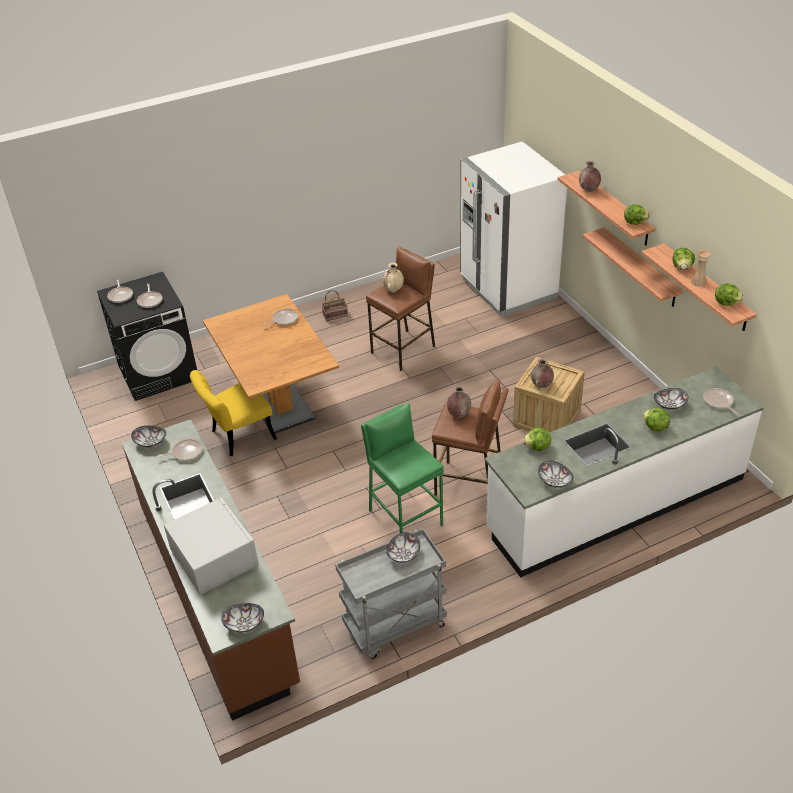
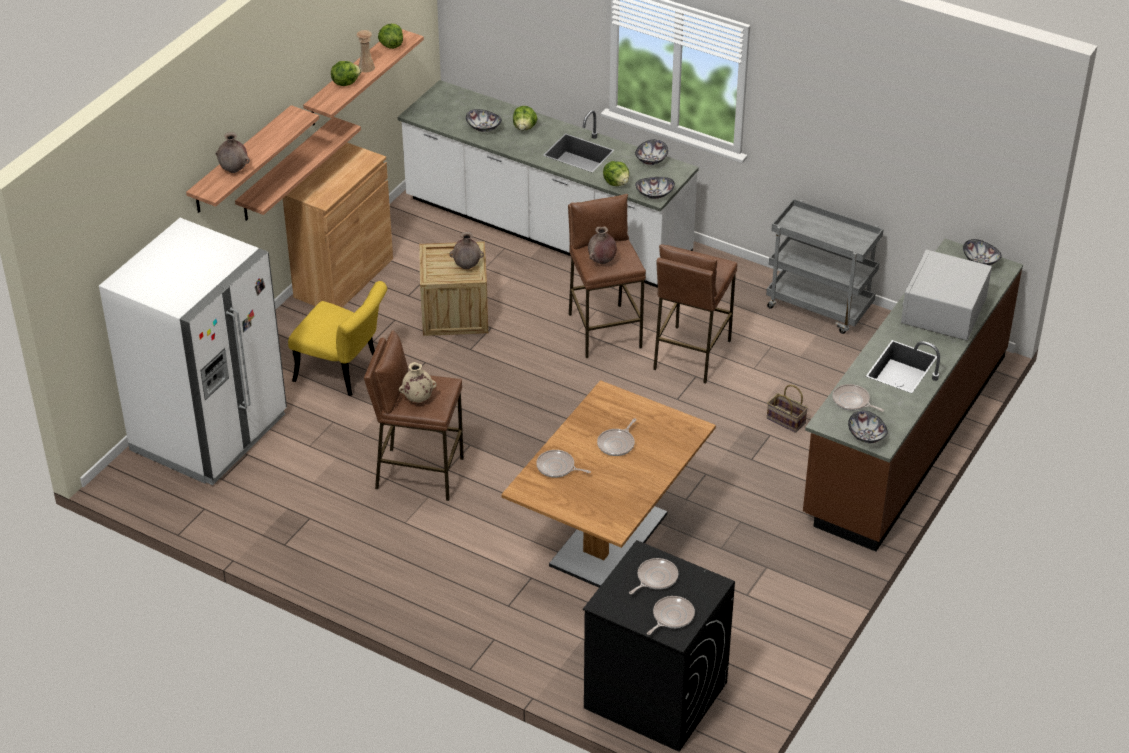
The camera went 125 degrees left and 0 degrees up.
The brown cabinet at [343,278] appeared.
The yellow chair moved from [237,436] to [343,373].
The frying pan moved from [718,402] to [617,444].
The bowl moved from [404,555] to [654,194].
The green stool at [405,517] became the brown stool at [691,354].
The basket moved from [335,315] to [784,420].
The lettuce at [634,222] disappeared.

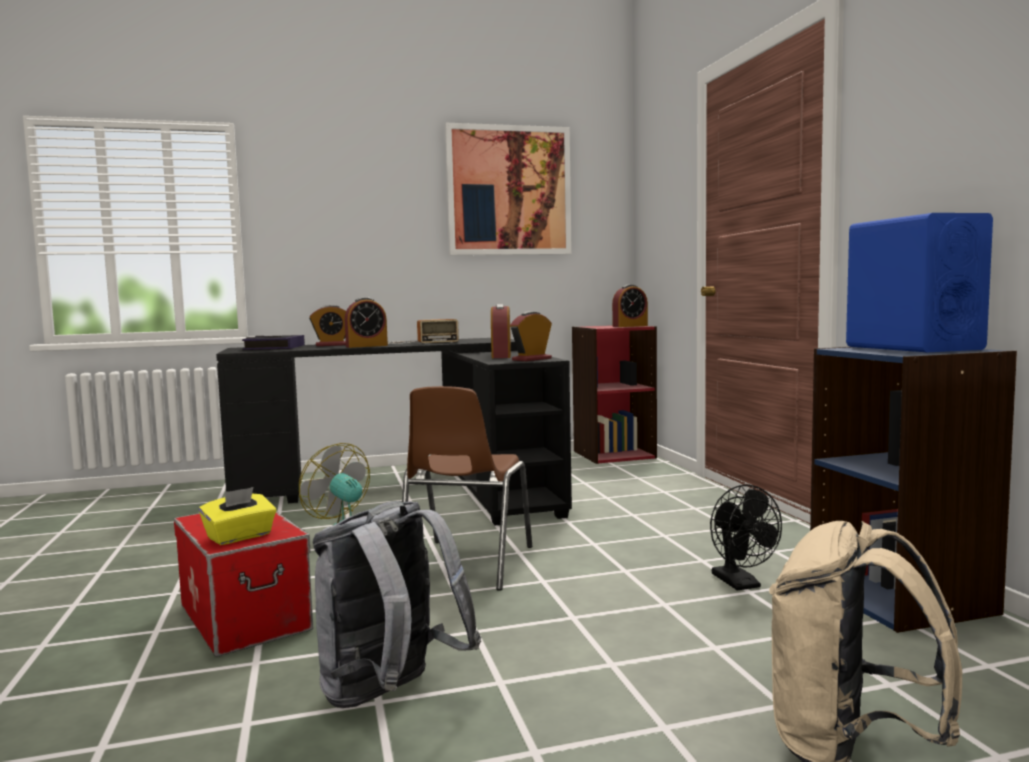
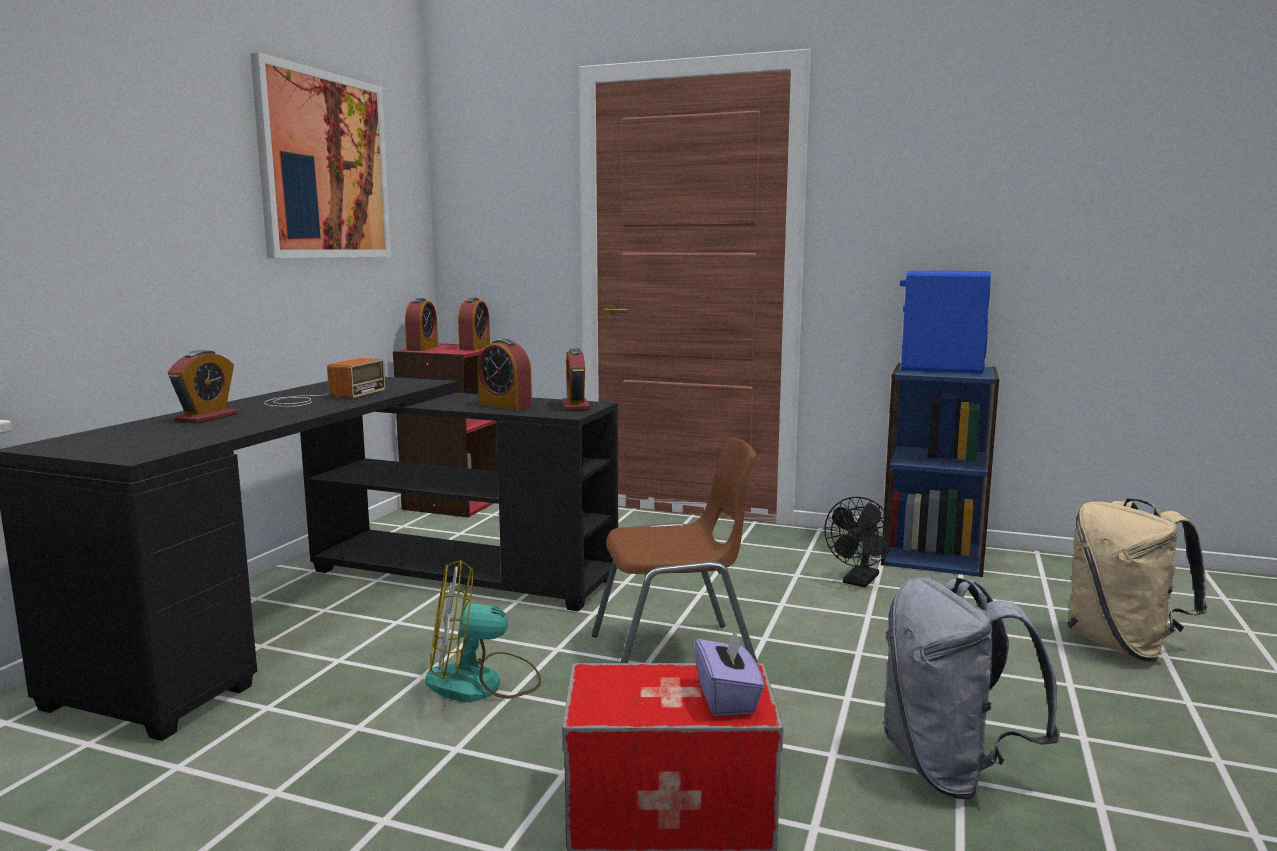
The camera went 55 degrees left and 5 degrees up.
The alarm clock moved from [366,346] to [422,348].
The brown chair at [465,565] turned 60 degrees counterclockwise.
The yellow tissue box at [240,537] became the purple tissue box at [727,698].
The black fan at [741,584] turned 105 degrees clockwise.
The book at [274,348] disappeared.

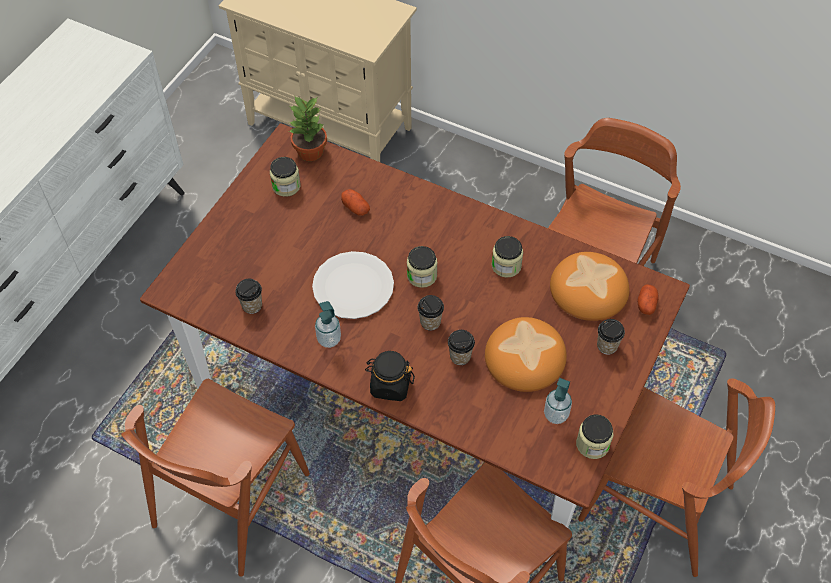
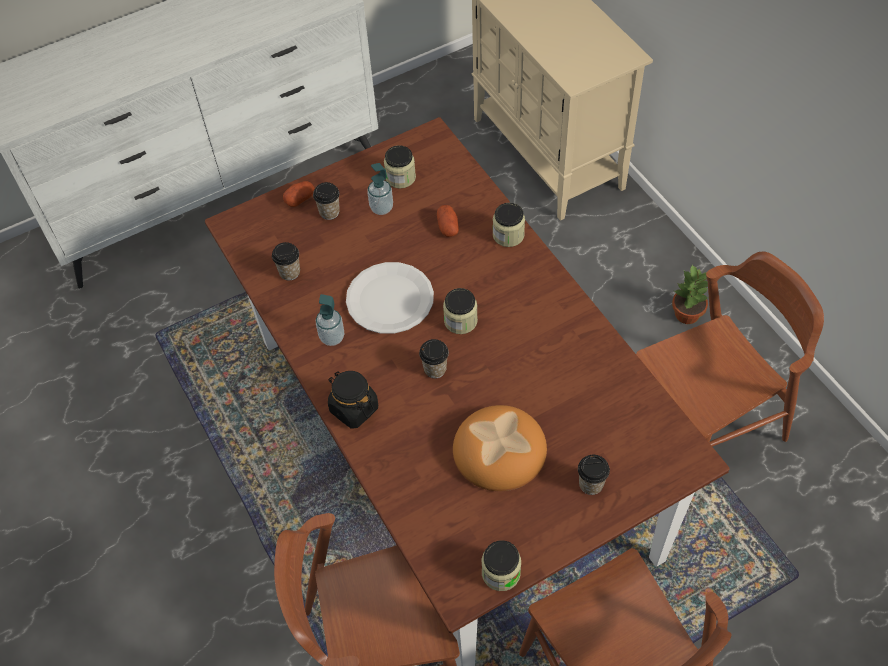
The camera went 35 degrees right and 0 degrees up.
The potato moved from [646,304] to [300,199].
The cup moved from [460,356] to [329,212].
The soap dispenser moved from [556,415] to [381,208].
The jar moved from [506,265] to [508,235].
The potted plant moved from [311,152] to [687,315].
The brown chair at [230,499] disappeared.
The bread at [589,289] disappeared.

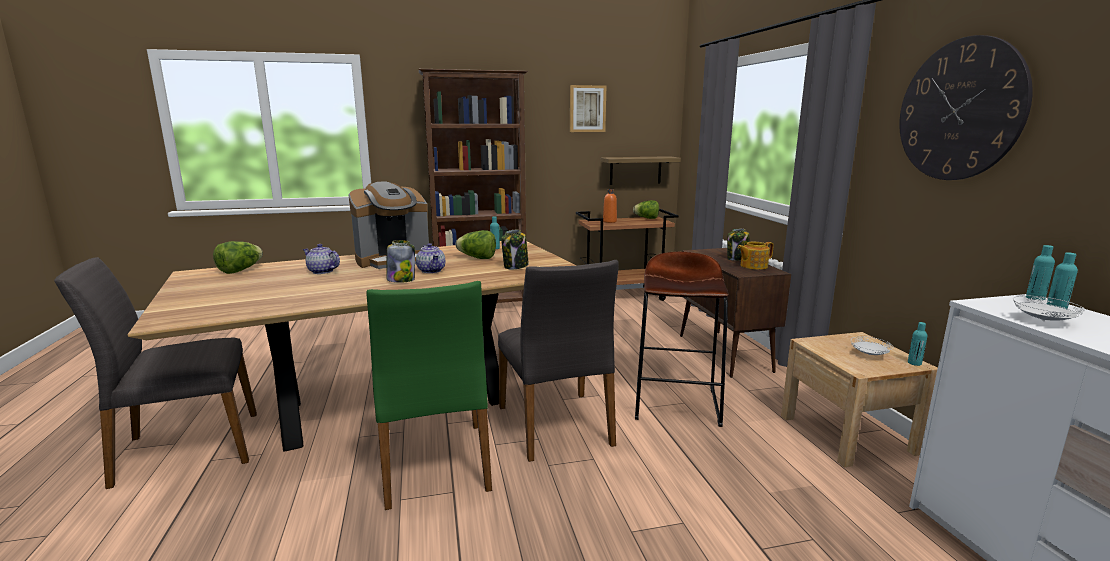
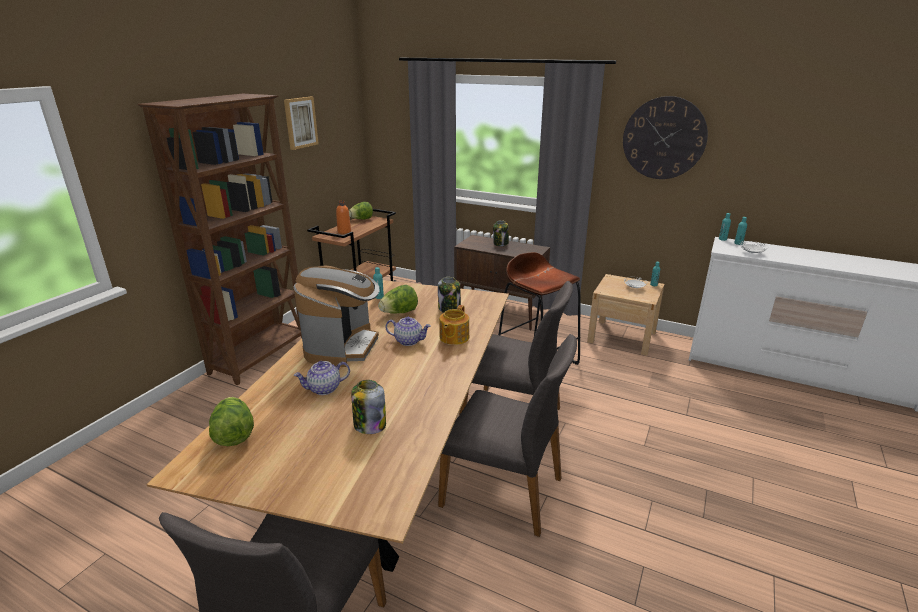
The camera went 50 degrees left and 10 degrees up.
The jar moved from [401,280] to [369,425].
The green chair at [434,464] became the grey chair at [504,490].
The teapot moved from [753,266] to [453,337].
The shelf at [635,170] disappeared.

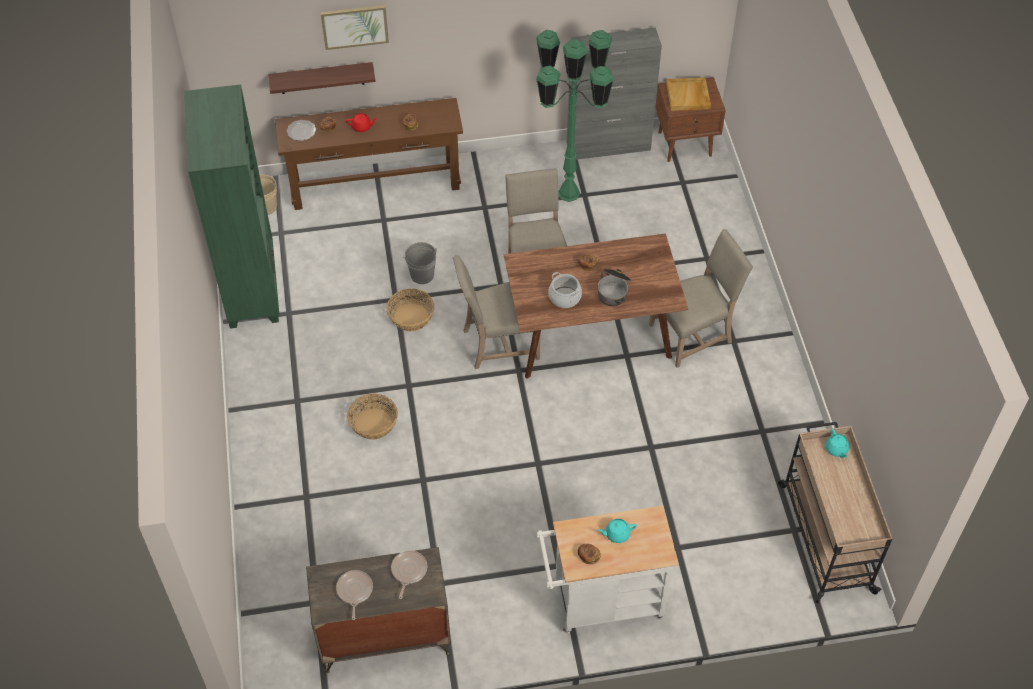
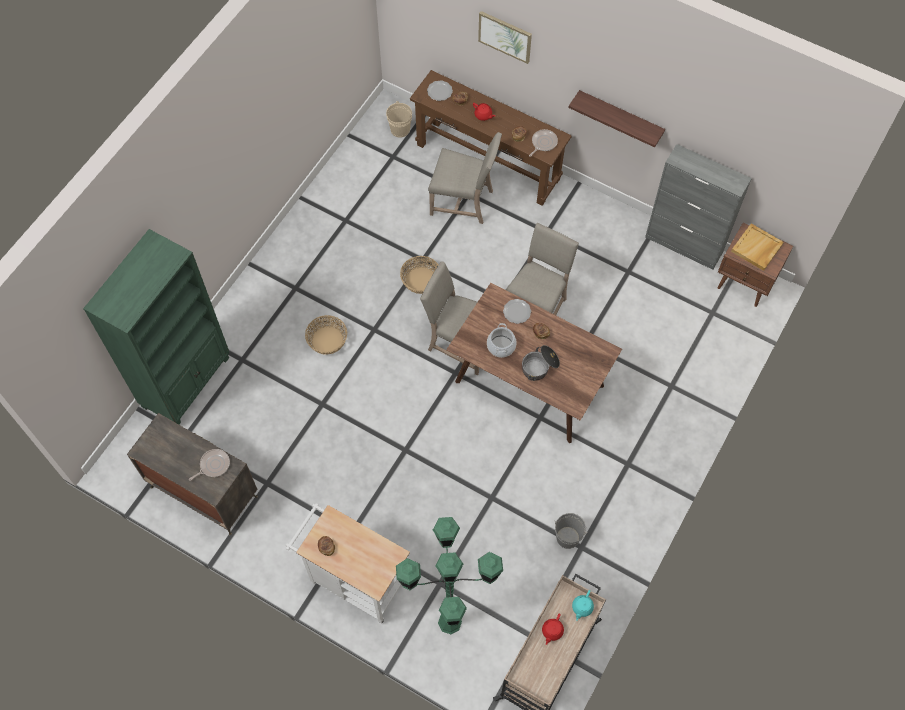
The camera went 40 degrees right and 10 degrees up.
The green bookcase moved from [252,286] to [187,382].
The green floor lamp moved from [569,193] to [450,622].
The beige chair moved from [693,334] to [464,201].
The plate at [516,311] appeared.
The frying pan moved from [354,591] to [543,143].
The red teapot at [552,631] appeared.
The grey bucket moved from [422,275] to [567,537].
The shelf moved from [322,78] to [620,117].
The turquoise teapot at [616,534] disappeared.

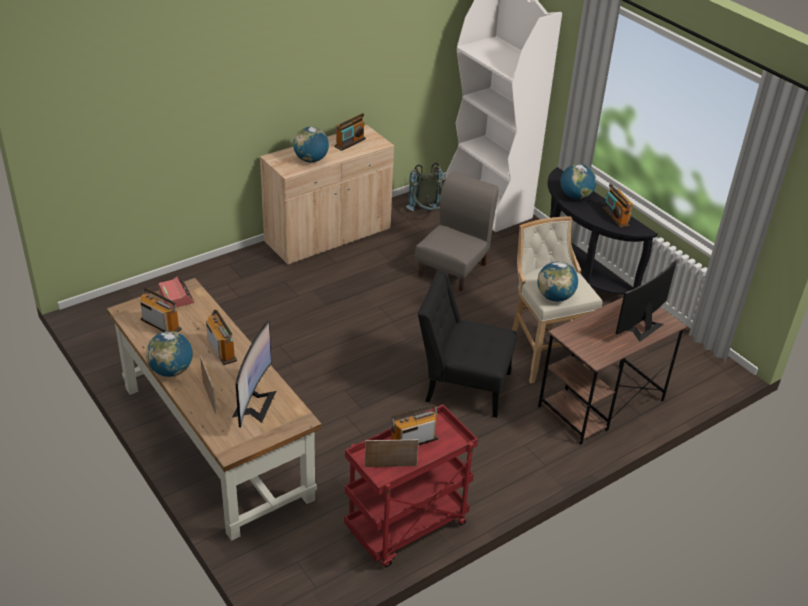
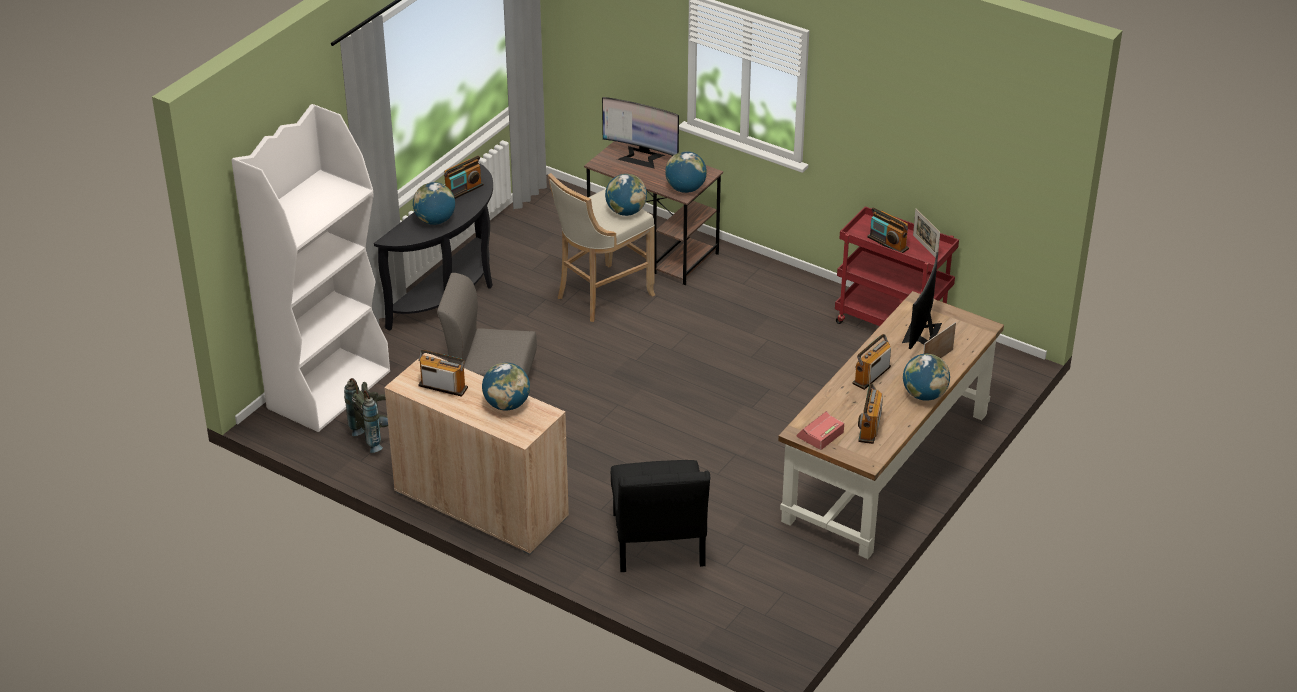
The camera went 110 degrees left and 0 degrees up.
The black chair moved from [462,385] to [658,545].
The globe at [685,189] appeared.
The monitor at [254,403] turned 60 degrees counterclockwise.

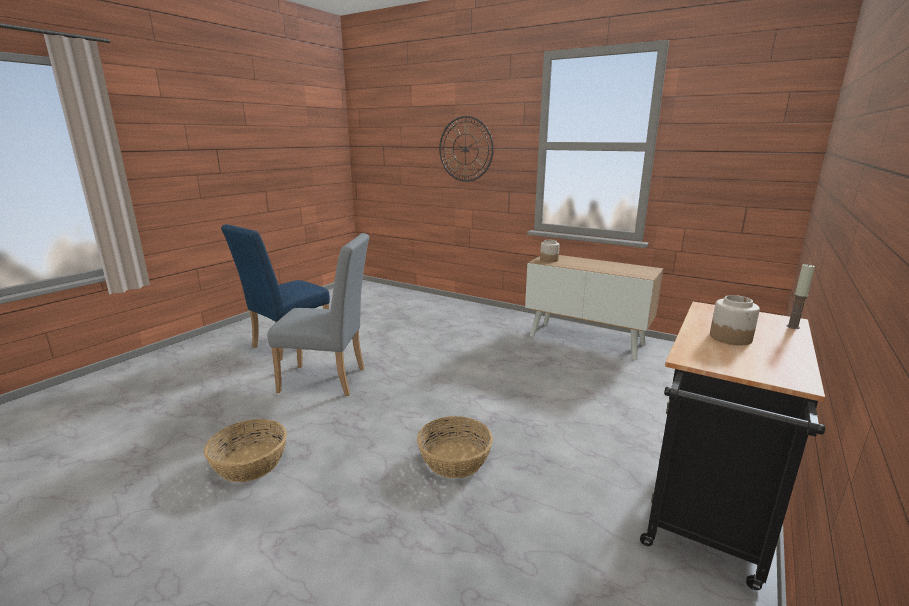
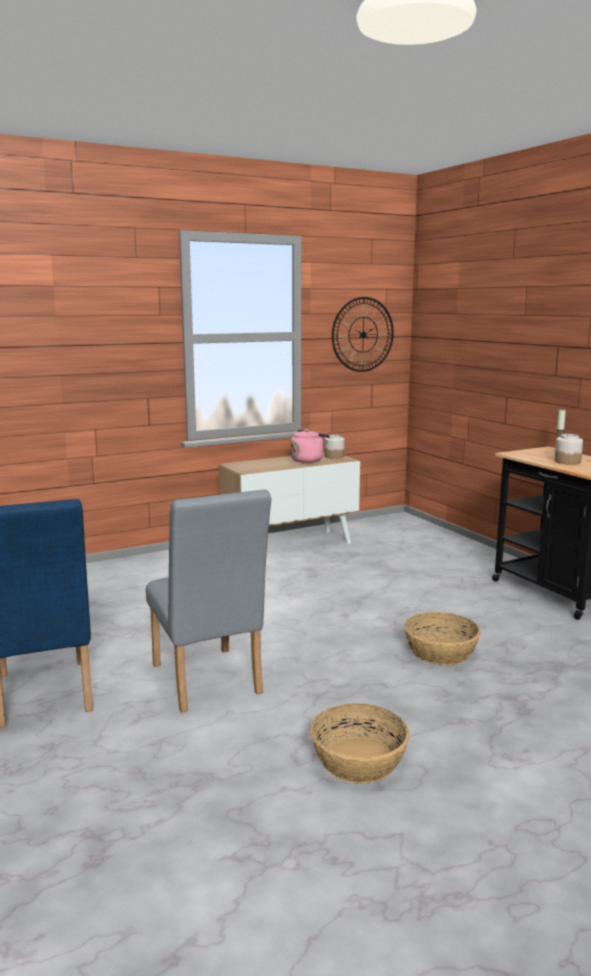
The camera went 60 degrees left and 5 degrees down.
The grey chair at [329,380] turned 120 degrees clockwise.
The pink kettle at [308,460] appeared.
The jar moved from [549,260] to [334,456].
The wall clock moved from [465,149] to [363,334].

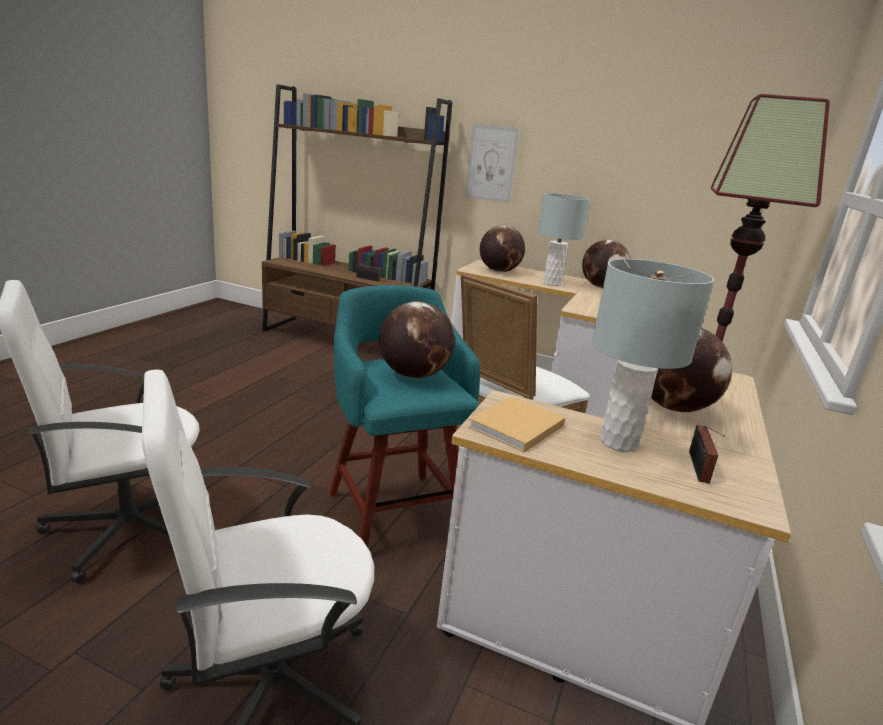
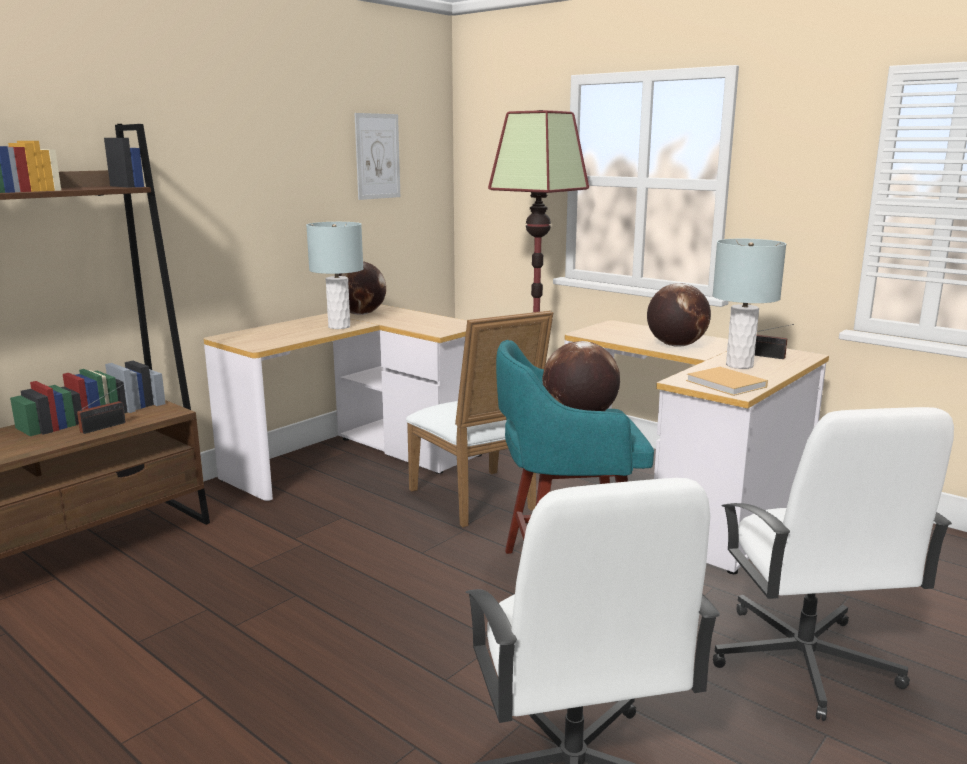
The camera went 70 degrees left and 5 degrees down.
The picture moved from [491,163] to [377,156].
The globe at [499,271] disappeared.

